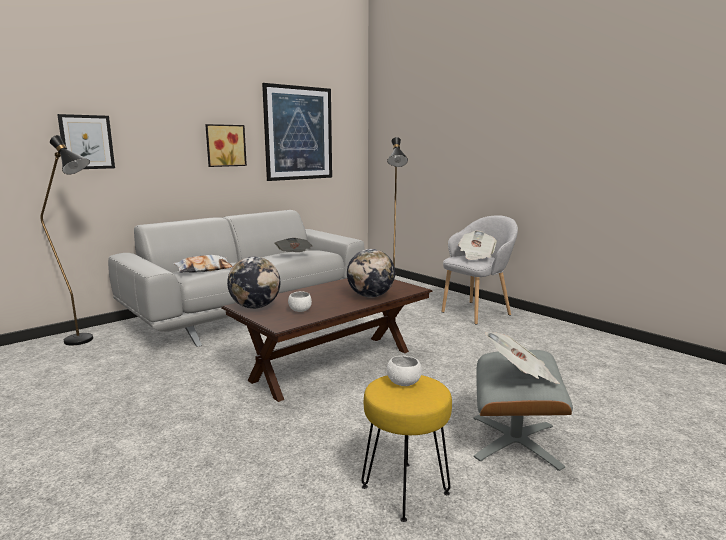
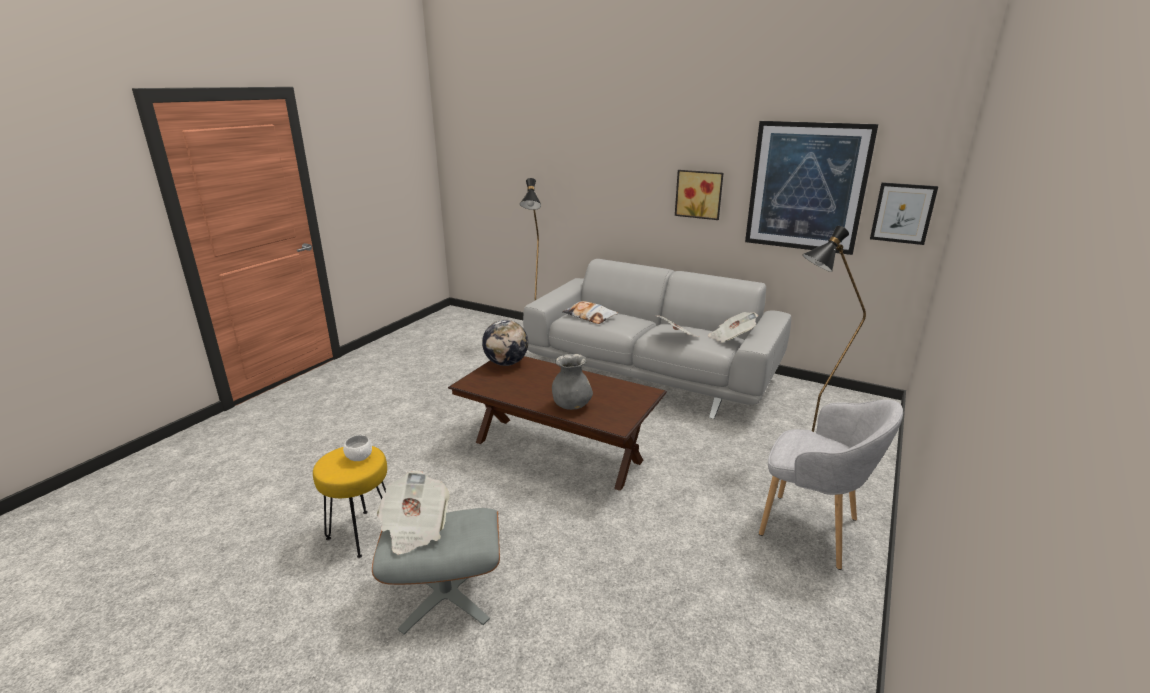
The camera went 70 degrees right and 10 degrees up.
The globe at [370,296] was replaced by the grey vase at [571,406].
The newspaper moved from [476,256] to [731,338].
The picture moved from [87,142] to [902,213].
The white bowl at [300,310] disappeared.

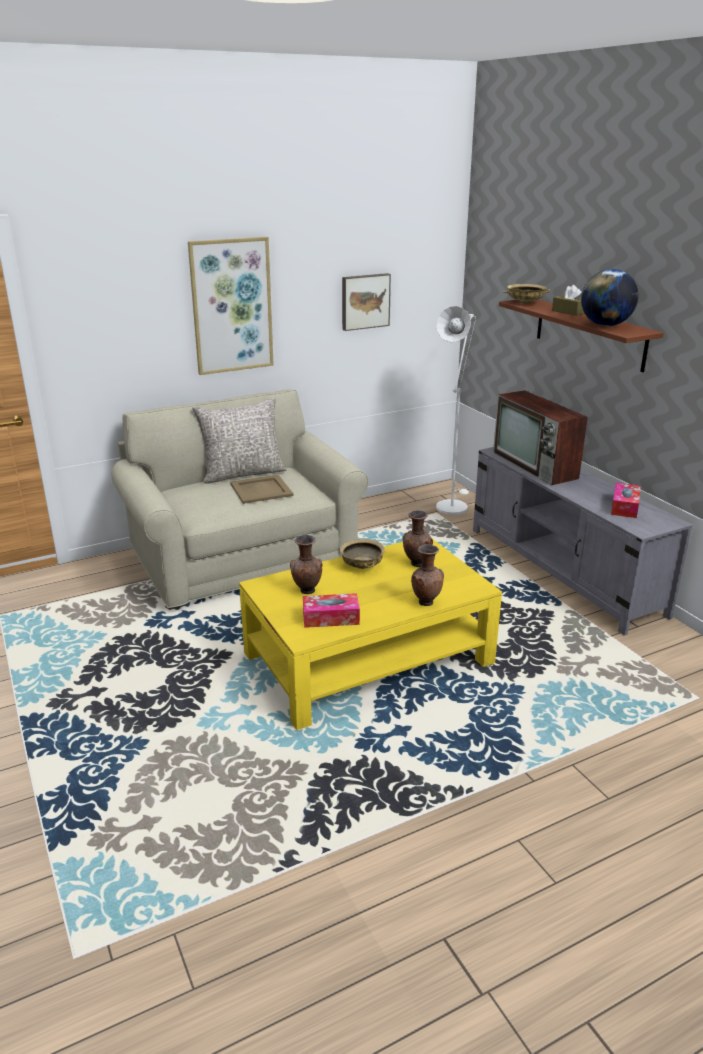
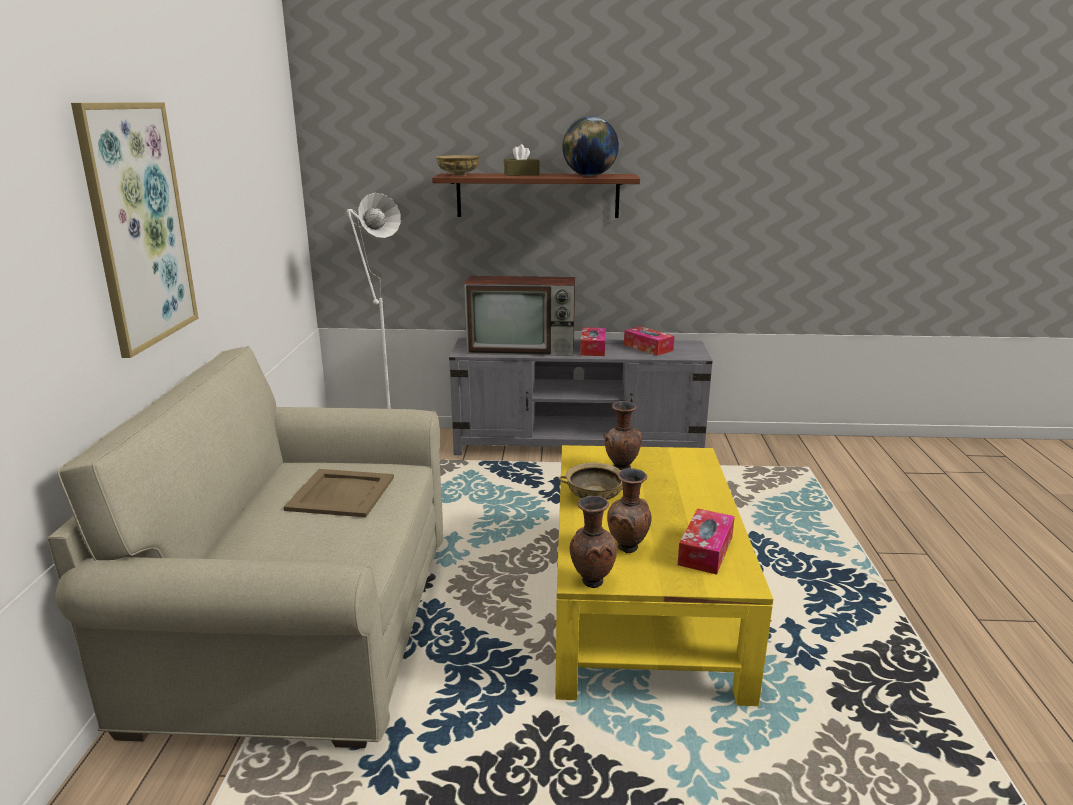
The camera went 60 degrees left and 5 degrees down.
The brown vase moved from [425,602] to [591,581].
The tissue box at [593,348] appeared.
The grey pillow at [242,473] disappeared.
The picture at [364,301] disappeared.

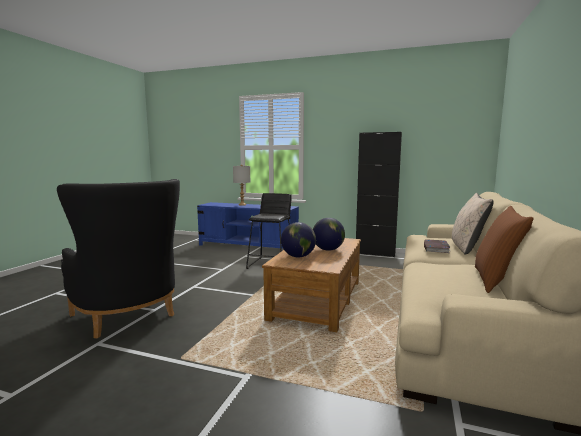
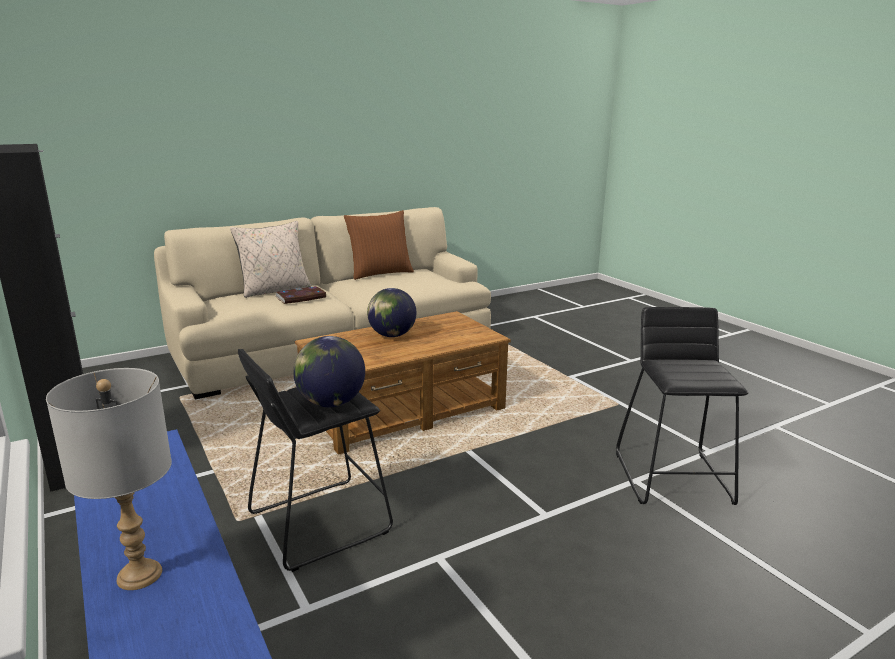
The camera went 140 degrees left and 10 degrees up.
The globe moved from [298,256] to [331,403].
The black armchair at [129,318] was replaced by the black stool at [674,478].

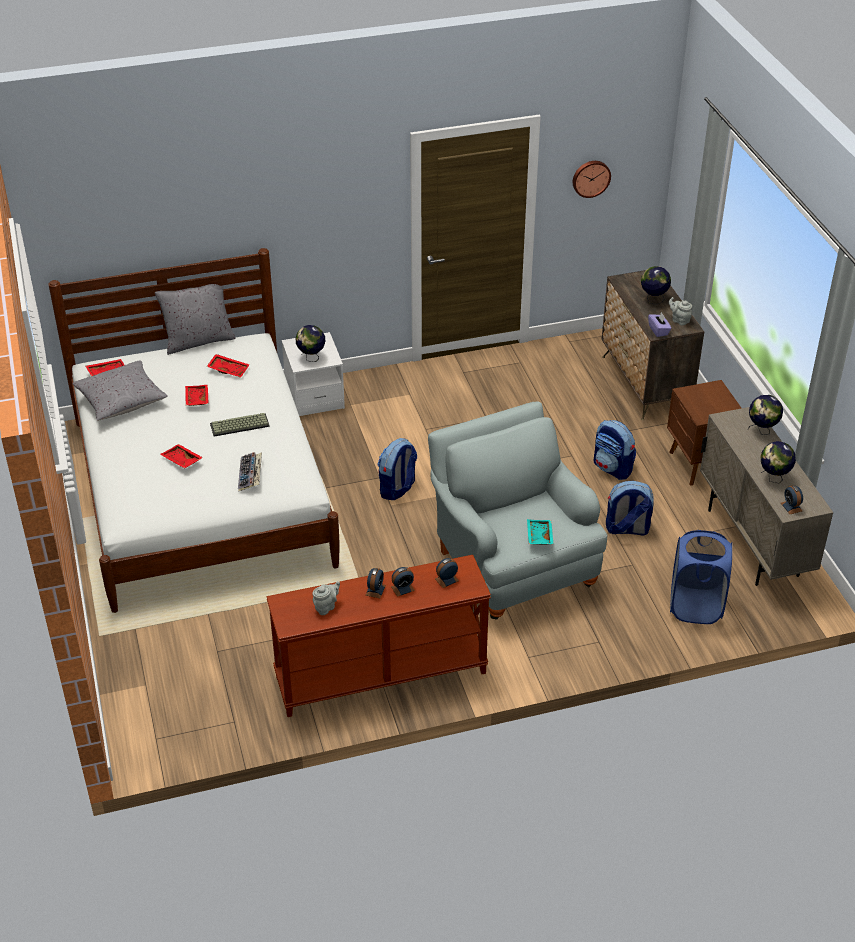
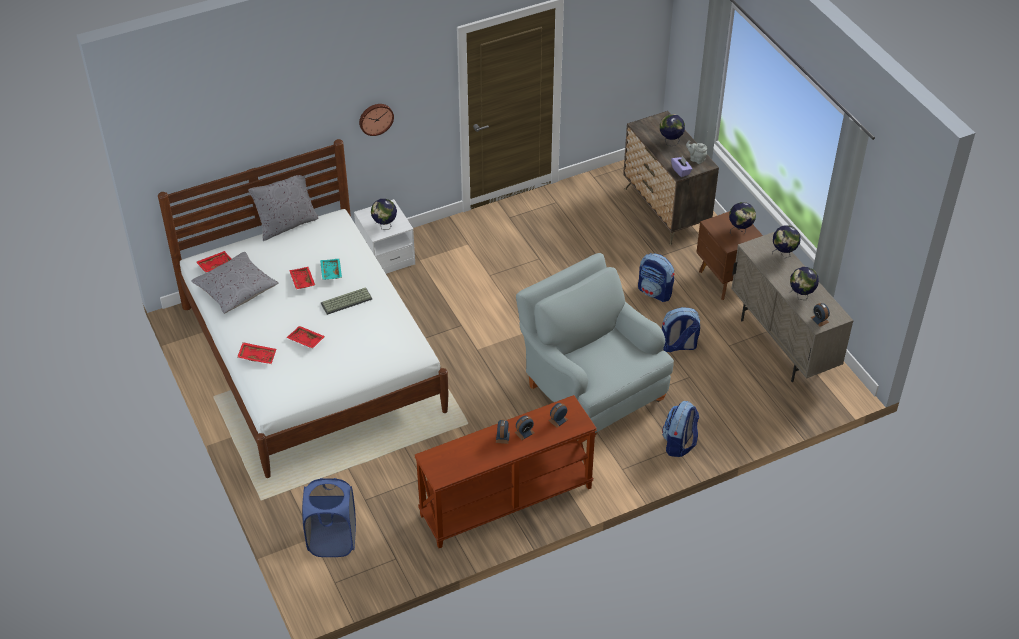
The camera went 10 degrees left and 5 degrees up.
The red tray moved from [229,369] to [257,356].
The blue laundry basket moved from [695,606] to [332,540].
The turquoise tray moved from [538,536] to [330,272].
The wall clock moved from [590,178] to [375,118].
The backpack moved from [397,489] to [679,444].
The globe at [740,230] appeared.
The keyboard at [250,475] disappeared.
The grey teapot at [326,607] disappeared.

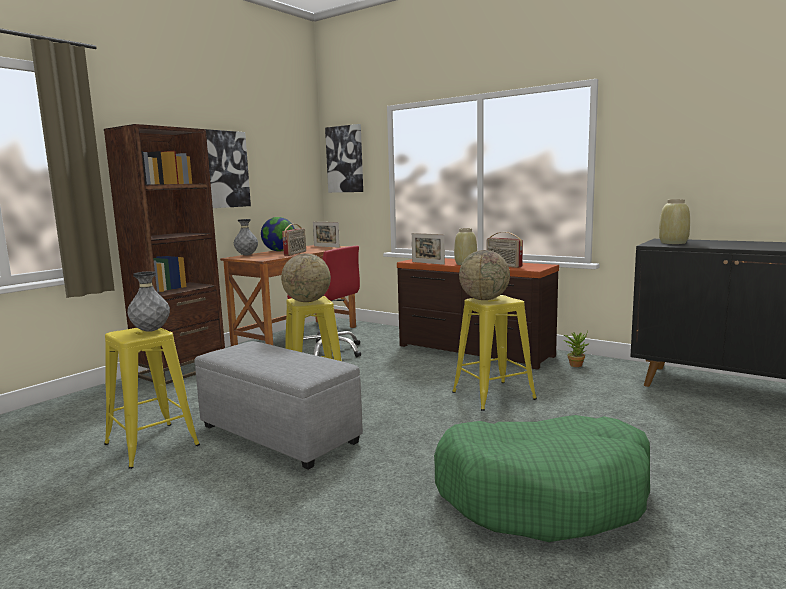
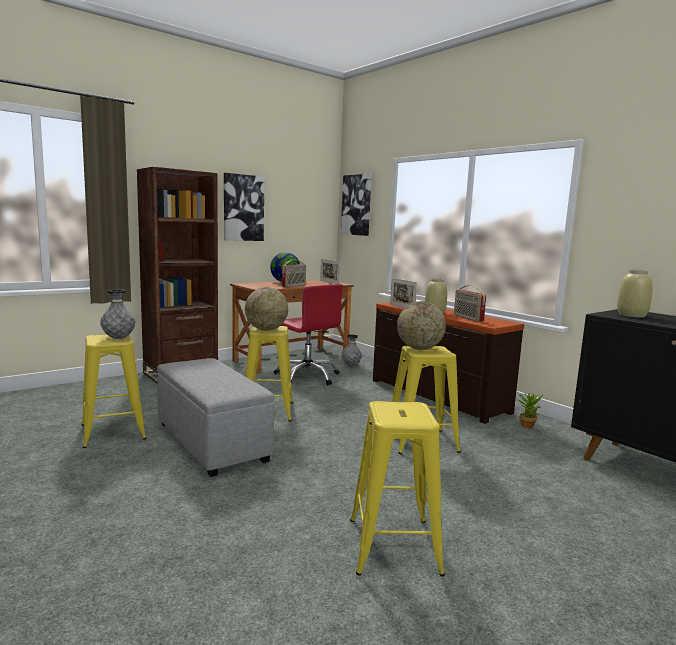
The camera went 15 degrees right and 0 degrees up.
The grey vase moved from [246,255] to [351,365].
The green dog bed at [544,494] was replaced by the yellow stool at [393,545].

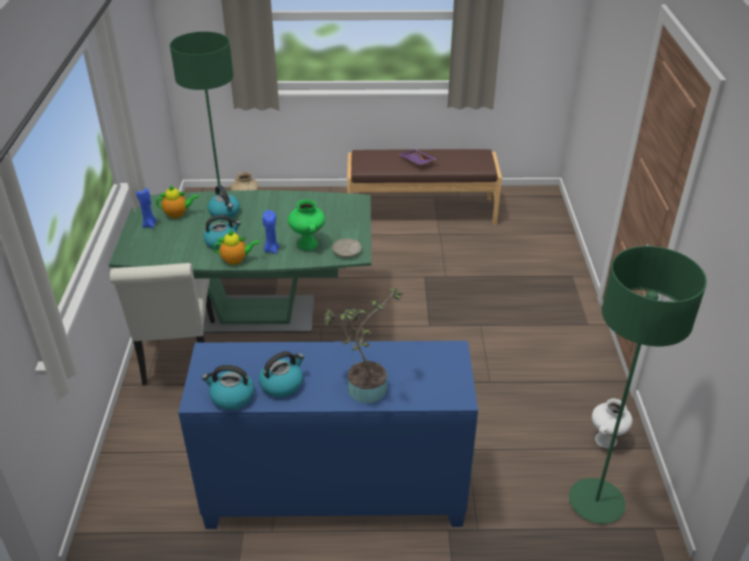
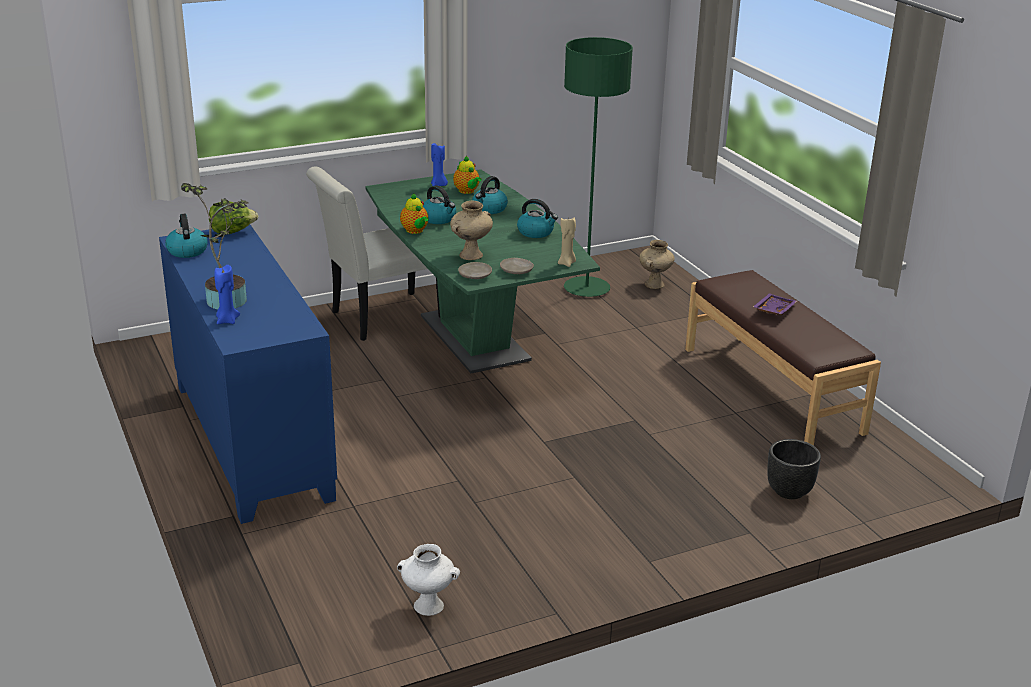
The camera went 65 degrees right and 10 degrees down.
The lettuce at [232,232] appeared.
The blue candle moved from [271,249] to [227,320].
The green vase at [308,244] became the beige vase at [471,256].
The beige plate at [517,271] appeared.
The kettle moved from [282,384] to [536,232].
The beige candle at [567,263] appeared.
The black planter at [788,491] appeared.
The green floor lamp at [596,502] disappeared.

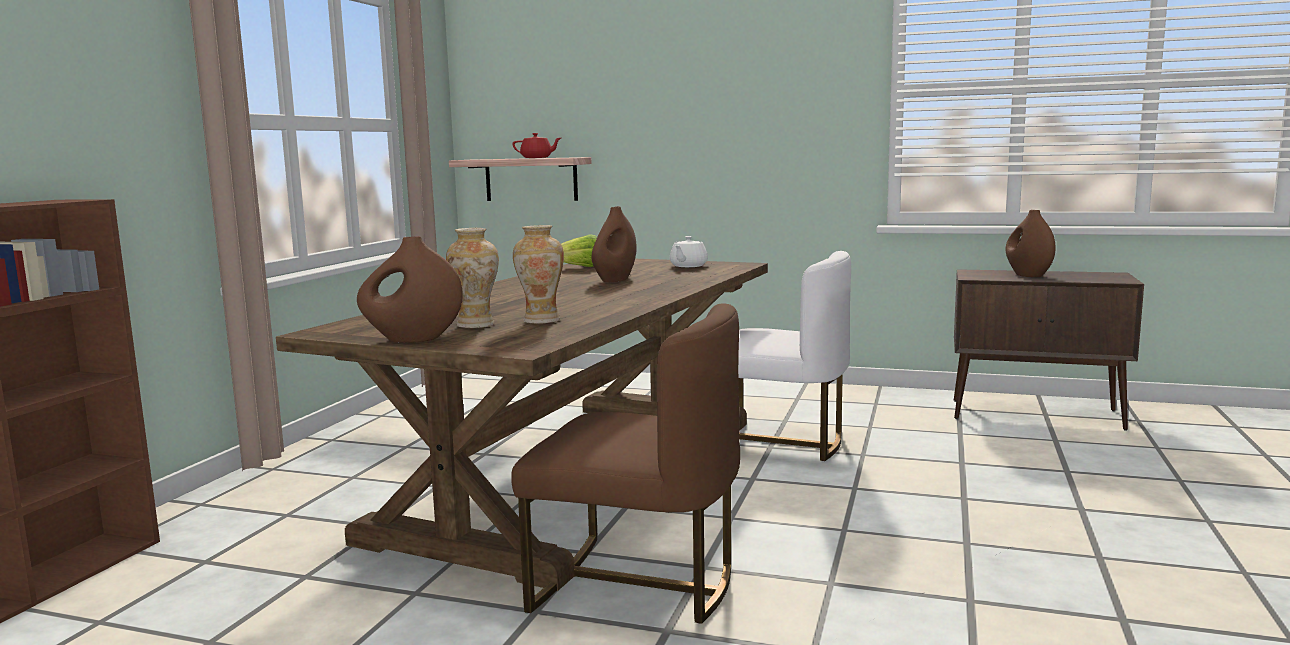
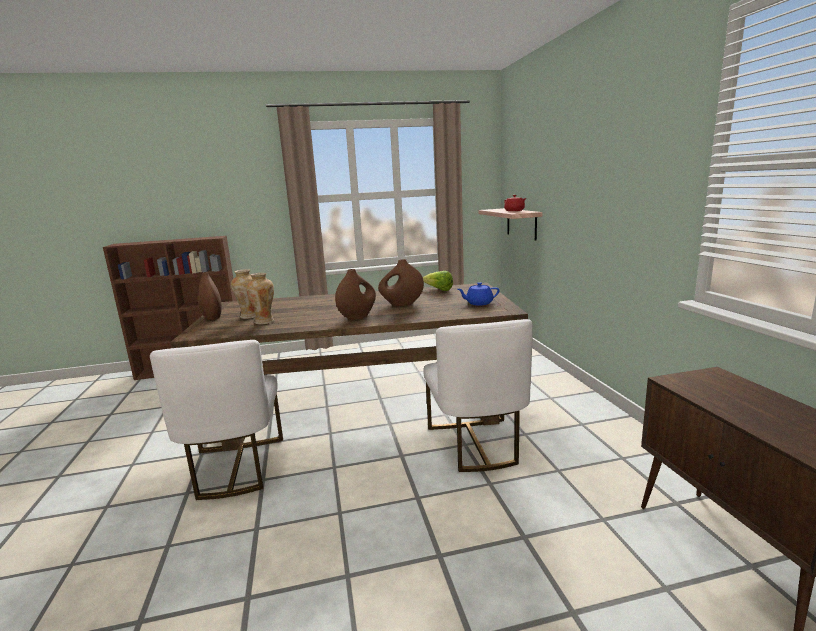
The camera went 60 degrees right and 5 degrees up.
The brown chair at [637,584] became the white chair at [235,468].
The brown vase moved from [1028,275] to [357,317].
The white teapot at [688,266] became the blue teapot at [478,303].

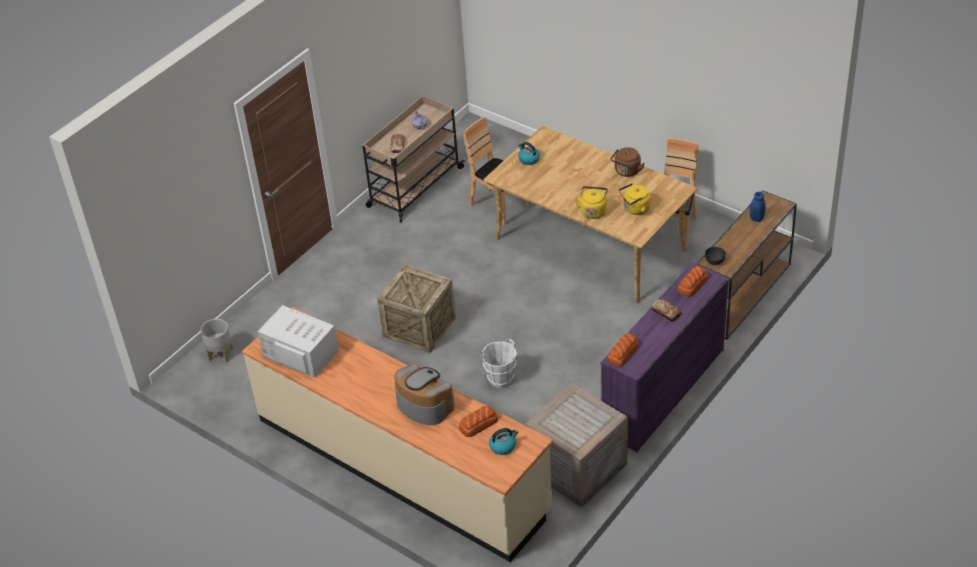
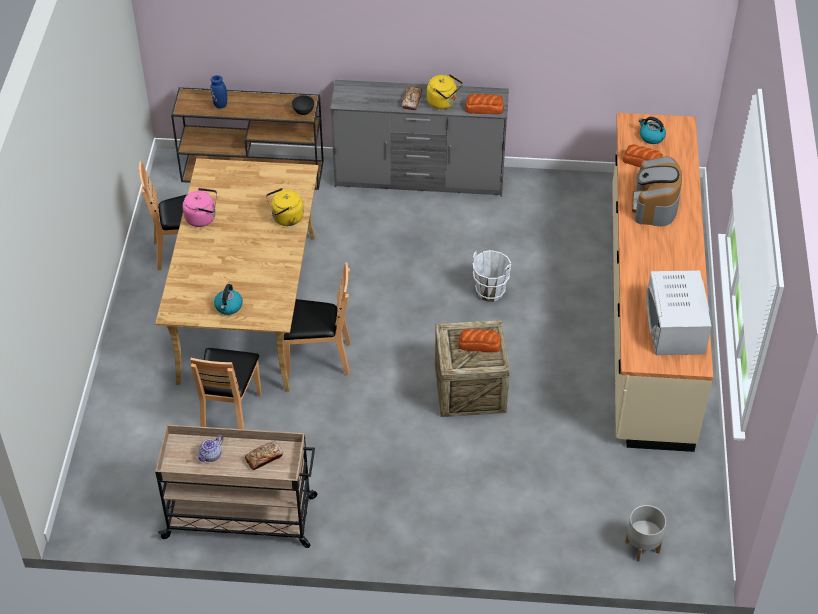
The camera went 125 degrees left and 5 degrees up.
The brown kettle at [627,172] became the pink kettle at [202,218].
The brown chair at [317,358] appeared.
The purple dresser at [662,391] became the grey dresser at [420,178].
The yellow kettle moved from [635,209] to [443,102].
The bread moved from [692,285] to [480,344].
The crate at [577,469] disappeared.

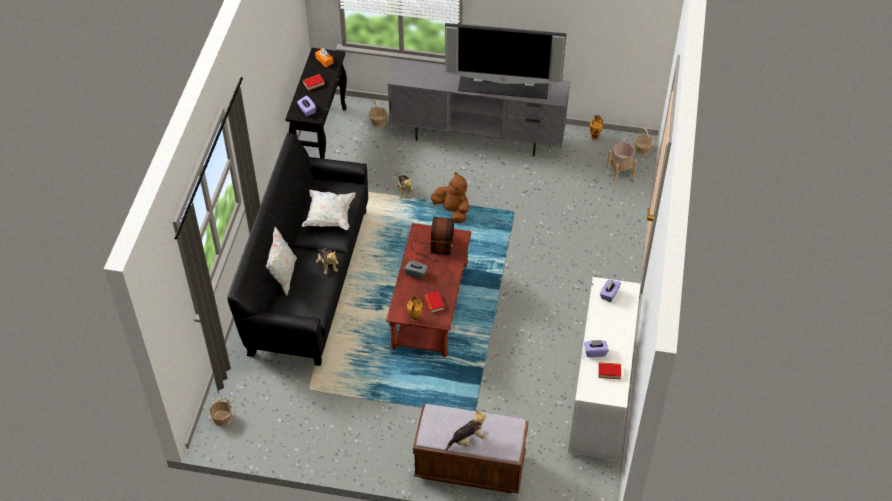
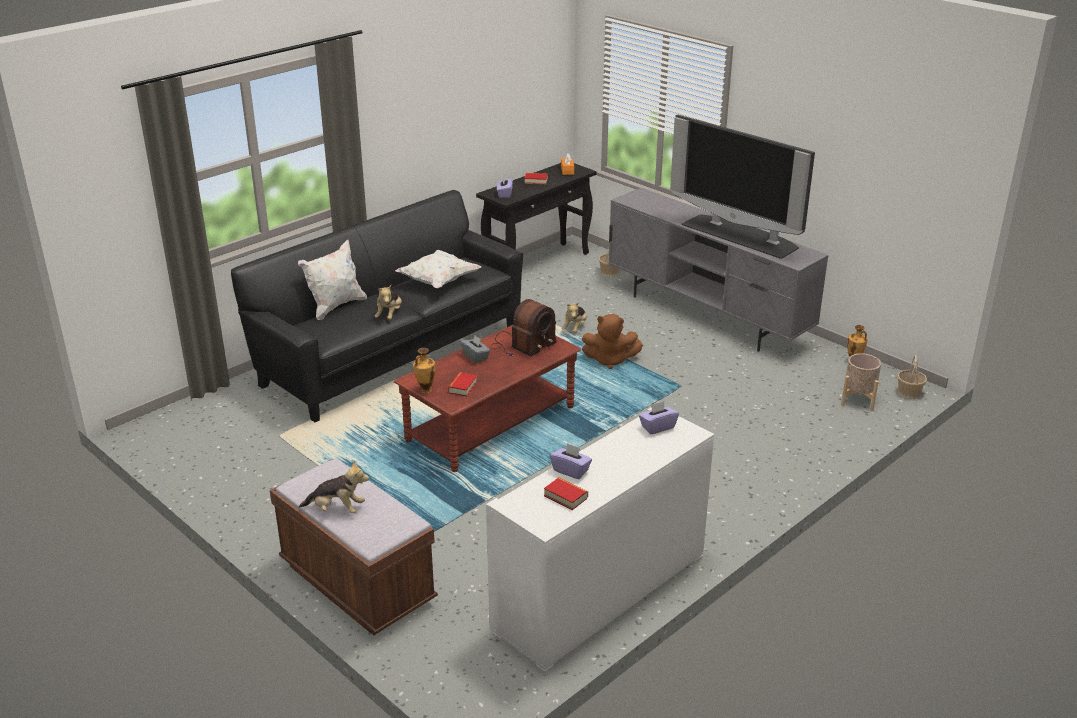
The camera went 35 degrees right and 20 degrees down.
The brown plush toy at [452,211] turned 105 degrees clockwise.
The basket at [222,418] disappeared.

